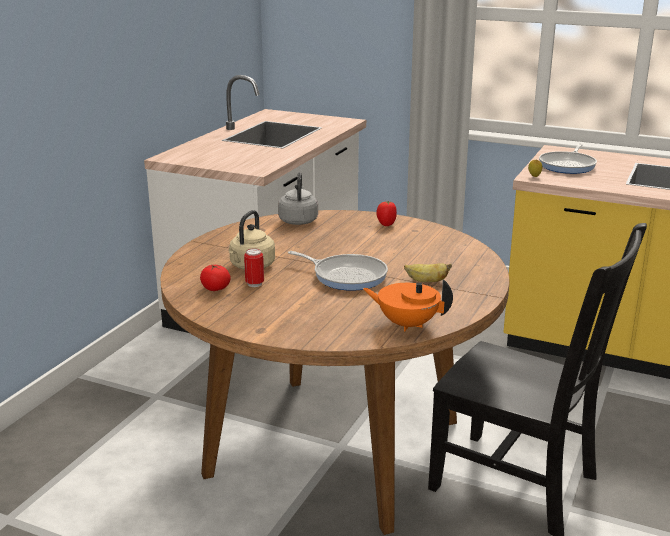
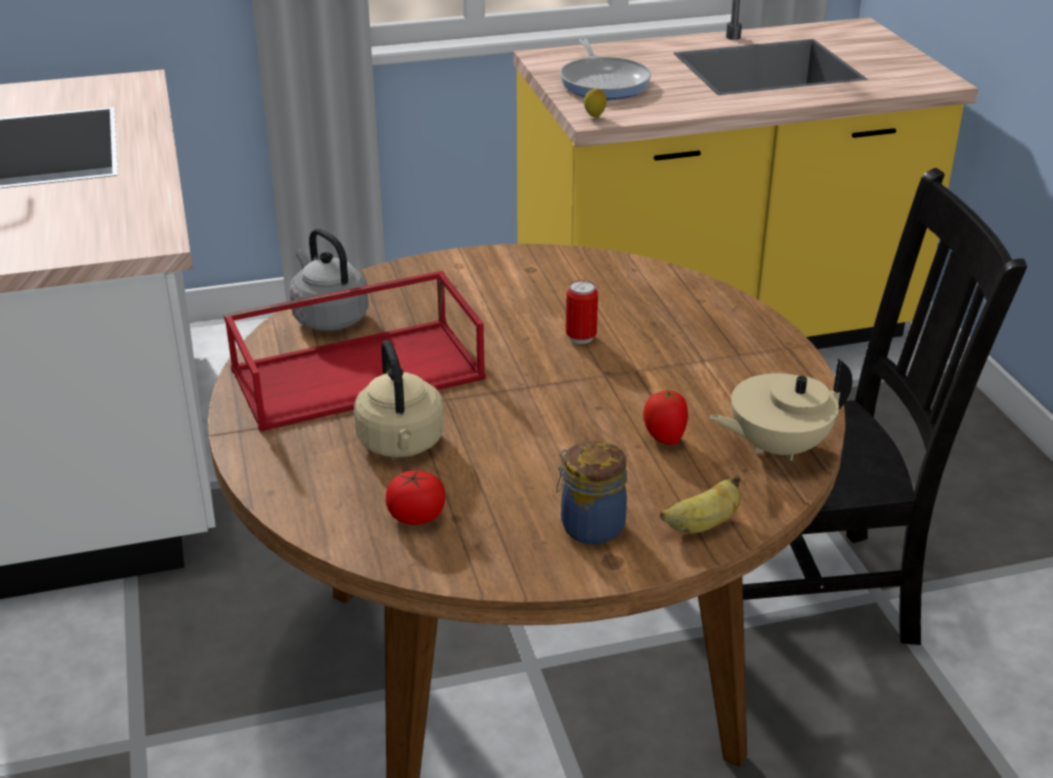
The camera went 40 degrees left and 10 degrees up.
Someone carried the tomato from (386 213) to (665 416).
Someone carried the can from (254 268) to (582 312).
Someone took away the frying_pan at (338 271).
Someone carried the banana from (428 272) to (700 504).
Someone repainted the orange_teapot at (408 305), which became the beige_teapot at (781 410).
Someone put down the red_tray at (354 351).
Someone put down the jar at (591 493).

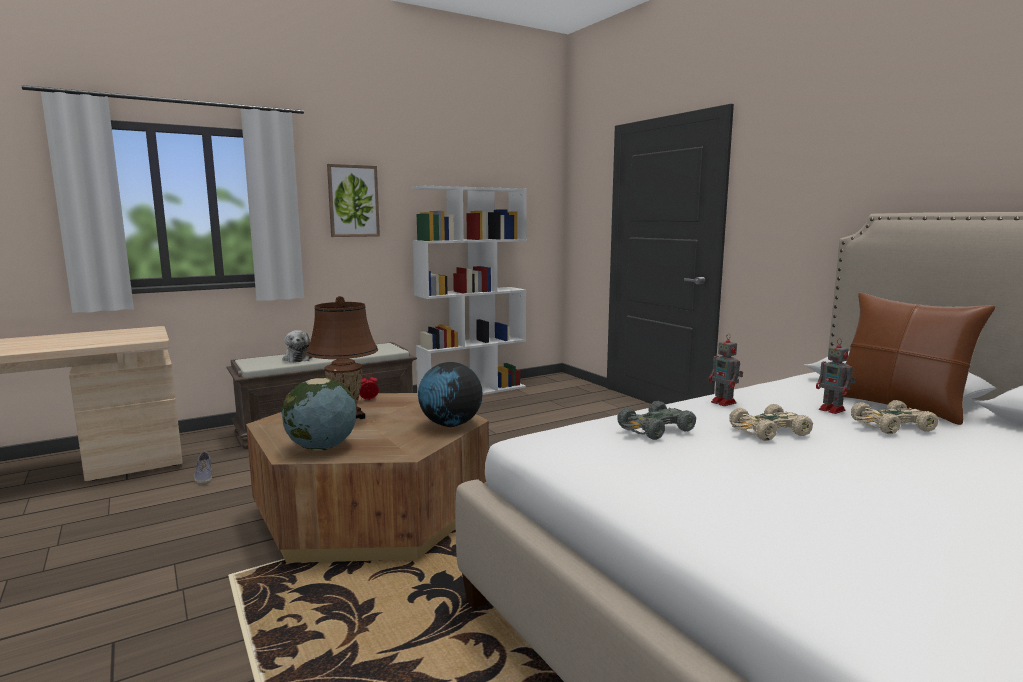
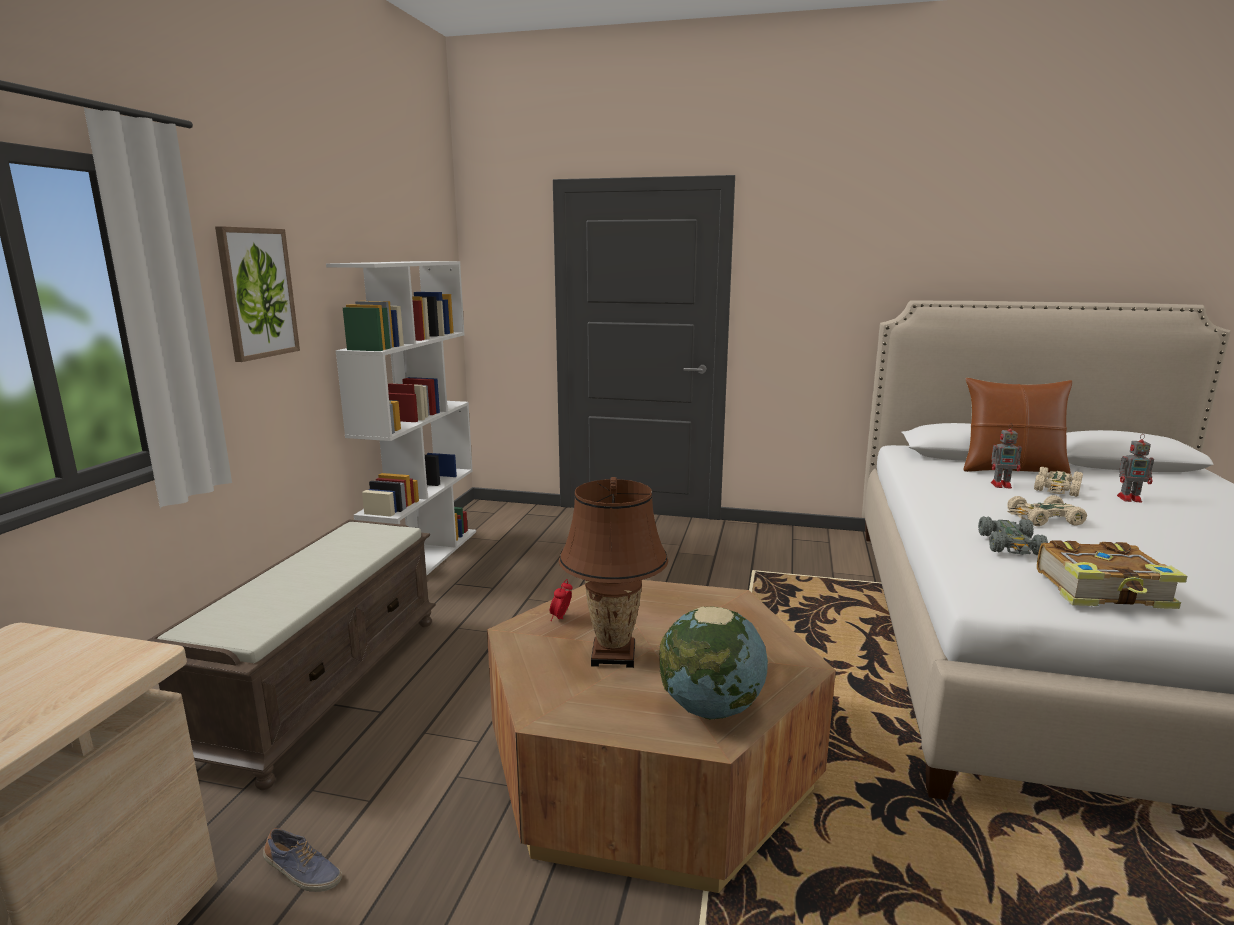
The camera went 45 degrees left and 5 degrees up.
Someone took away the plush_toy at (297 346).
Someone carried the toy_robot from (725 370) to (1135 468).
Someone took away the globe at (450 394).
Someone rotated the beige_toy_car at (771 422) by 60 degrees clockwise.
Someone put down the book at (1112 574).

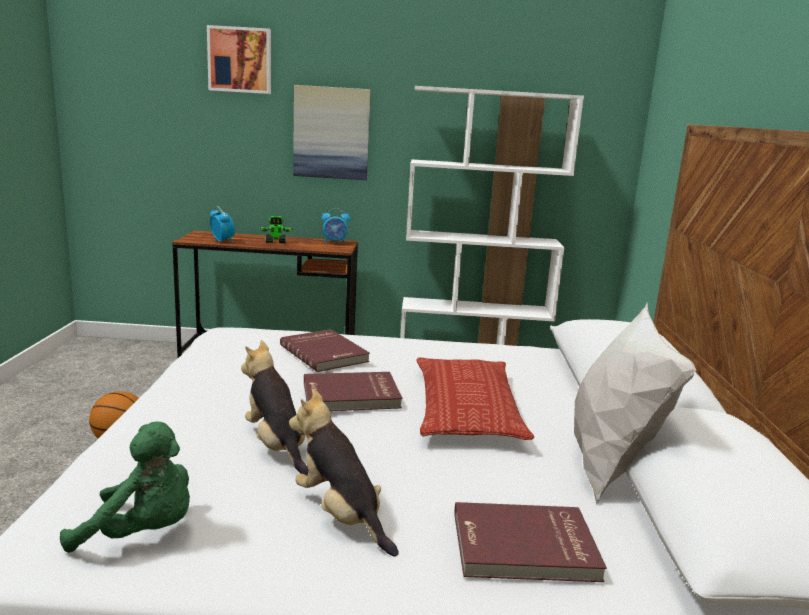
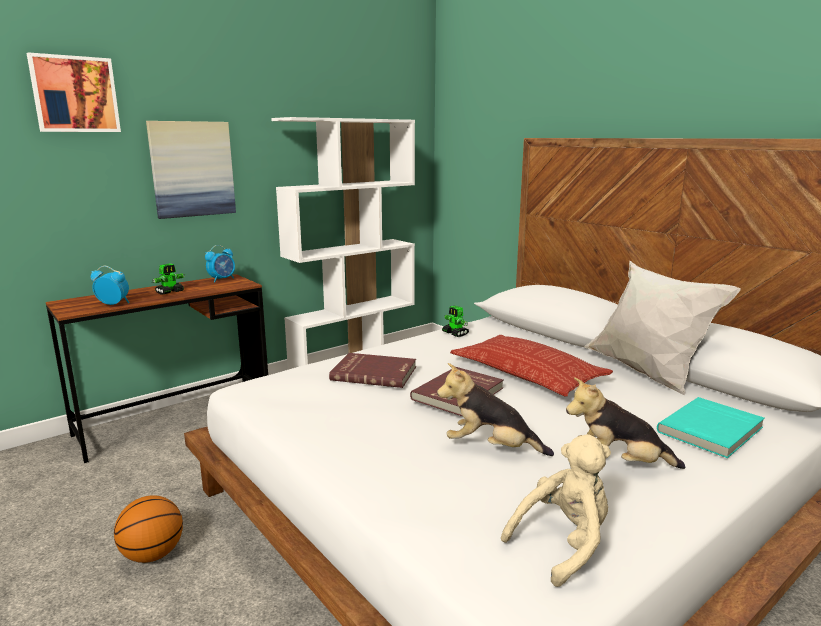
The camera went 40 degrees left and 0 degrees up.
Someone repainted the green_plush_toy at (125 487), which became the beige_plush_toy at (556 510).
Someone repainted the red_book at (530 542), which became the turquoise_book at (711 427).
Someone put down the toy_robot at (455 321).

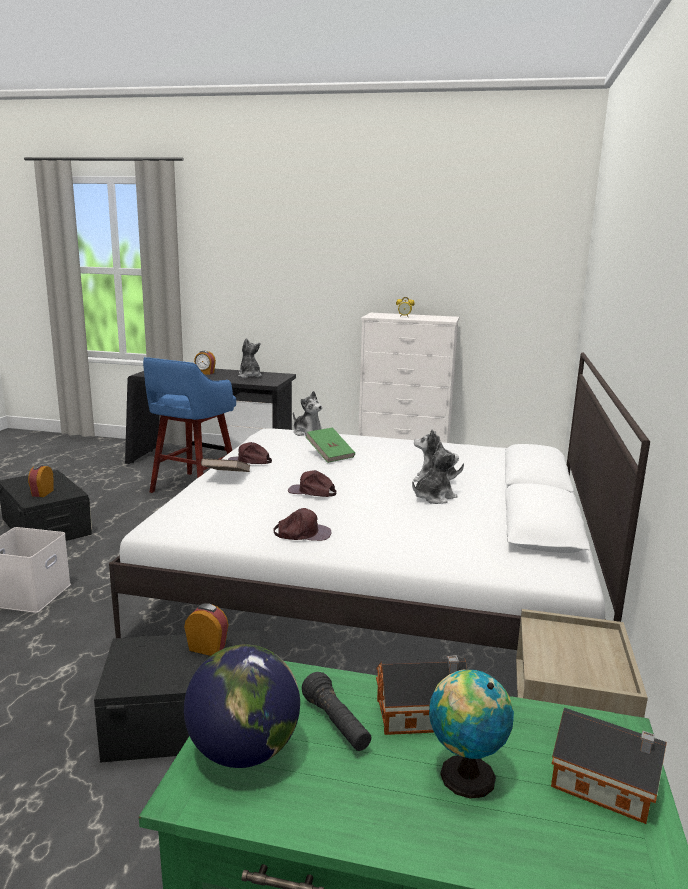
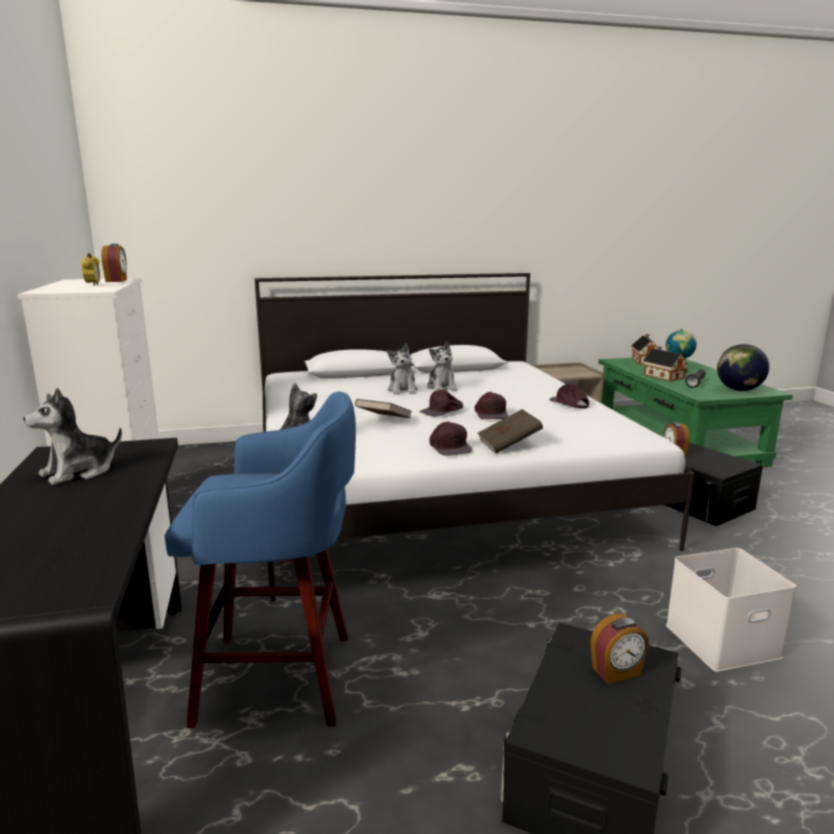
The camera went 115 degrees left and 0 degrees up.
Someone carried the alarm_clock from (205 363) to (114 263).
Someone repainted the green_book at (330 445), which became the brown_book at (383 408).
Someone rotated the plush_toy at (435 472) by 135 degrees counterclockwise.
Someone put down the brown_cap at (441 402).

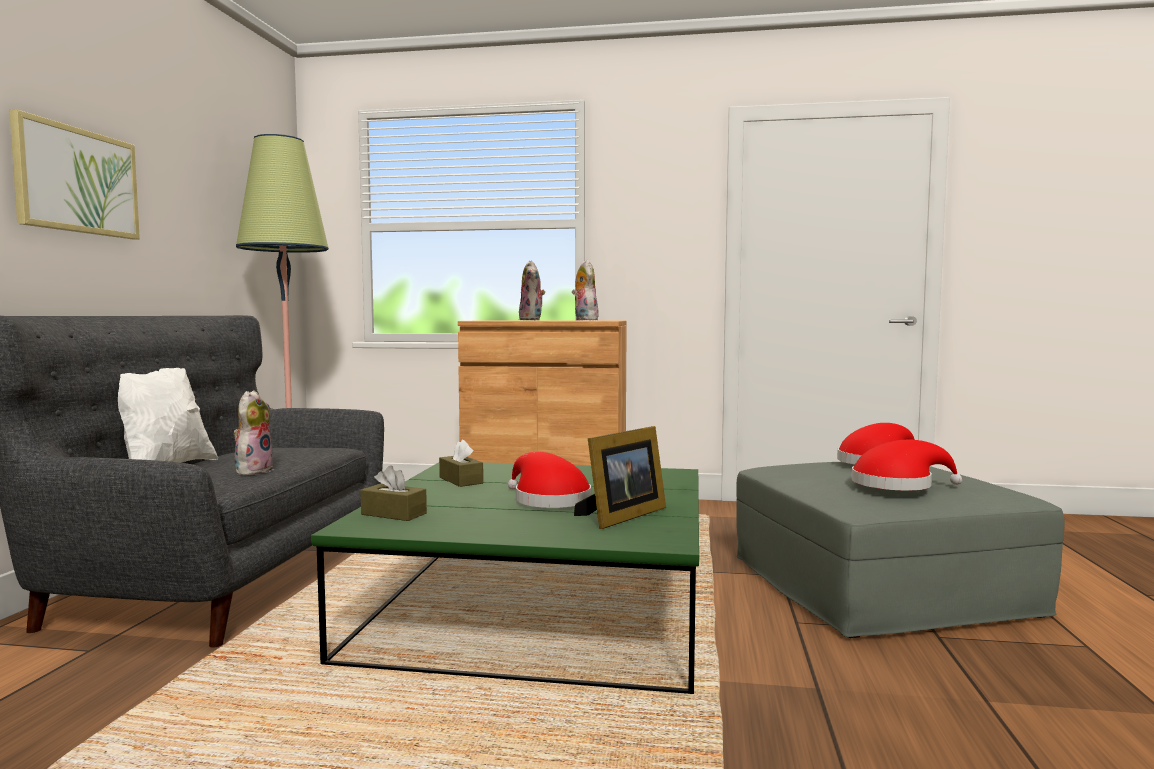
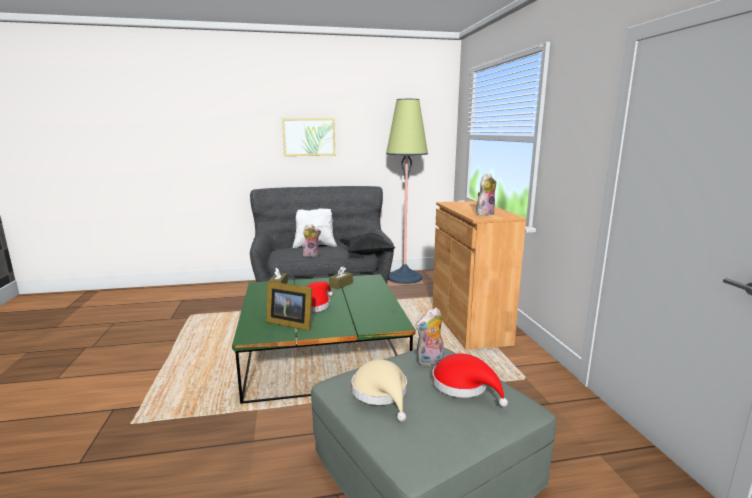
The camera went 70 degrees right and 10 degrees up.
Someone carried the plush_toy from (532 290) to (429 337).
Someone repainted the red_hat at (906 465), which became the beige_hat at (379 390).
Someone put down the black_pillow at (367 244).

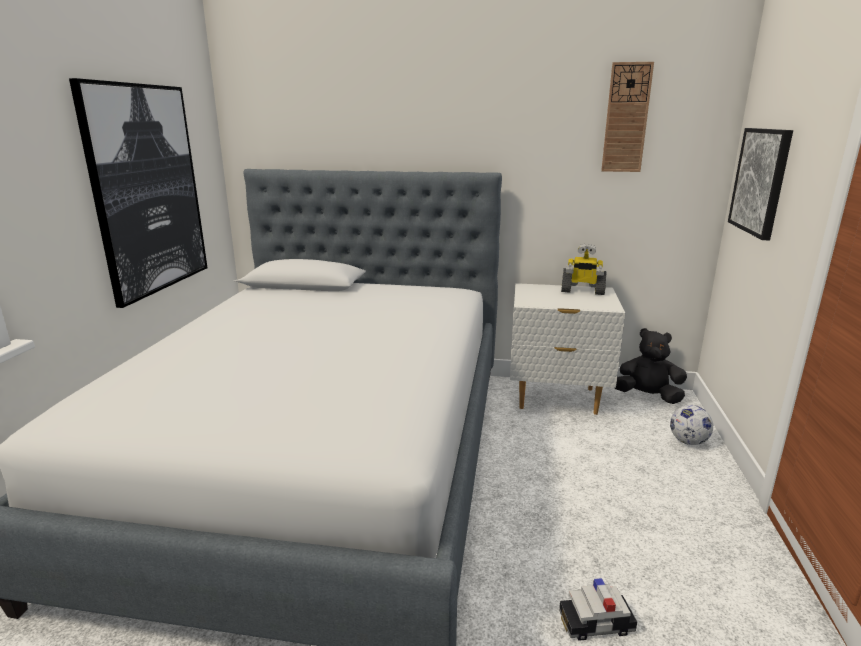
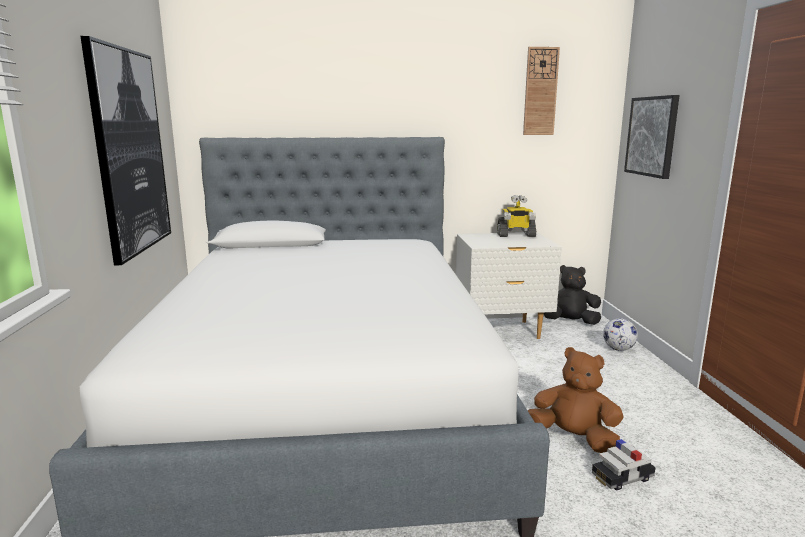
The camera went 15 degrees left and 5 degrees down.
Someone put down the brown_plush_toy at (575 400).

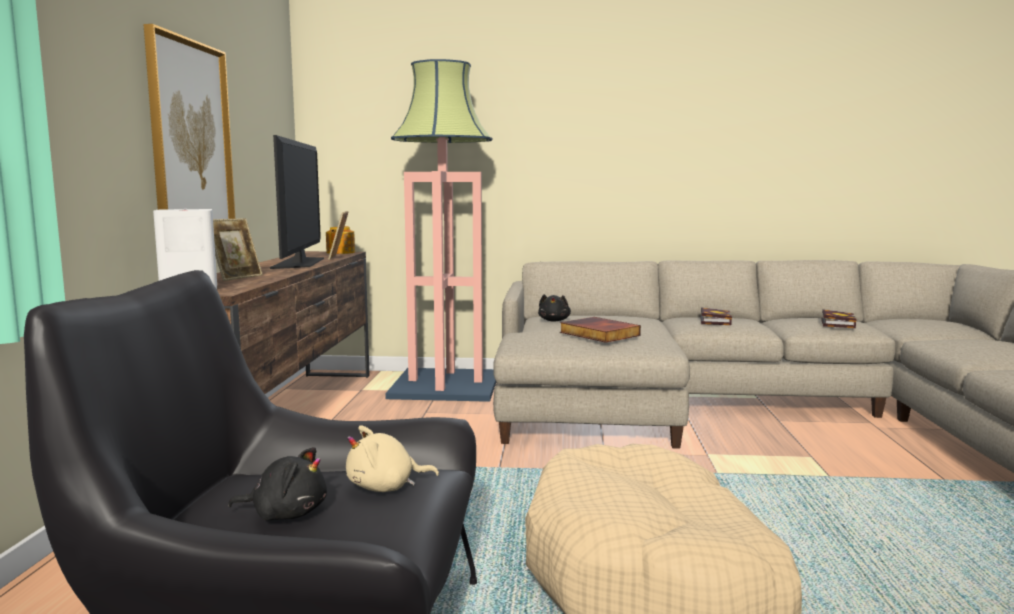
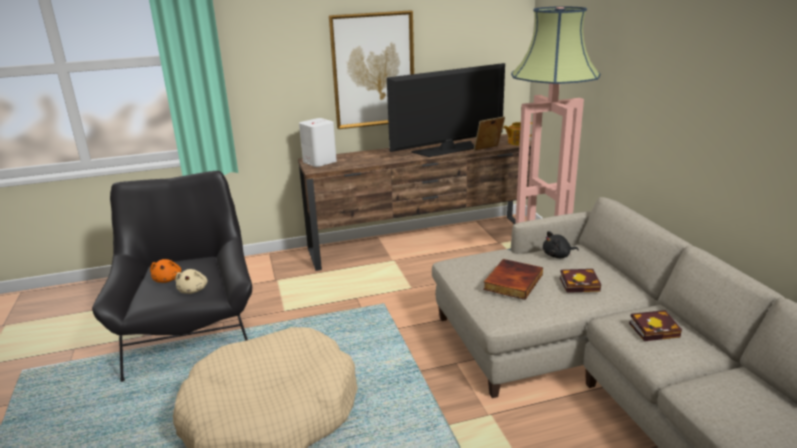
The camera went 70 degrees right and 15 degrees up.
Someone took away the picture_frame at (238 249).
Someone carried the book from (839 318) to (580 281).
Someone rotated the beige_plush_toy at (392 458) by 150 degrees counterclockwise.
Someone repainted the black_plush_toy at (277 483), which became the orange_plush_toy at (165 271).

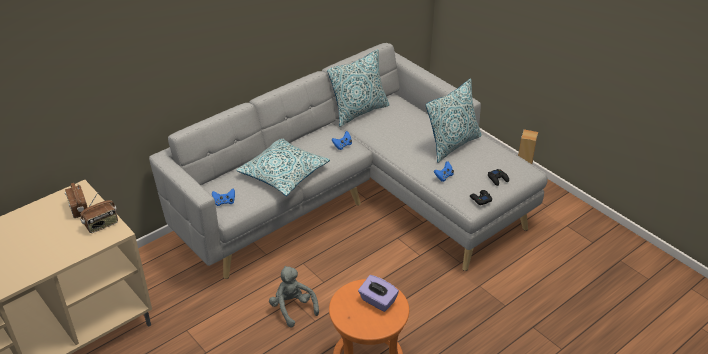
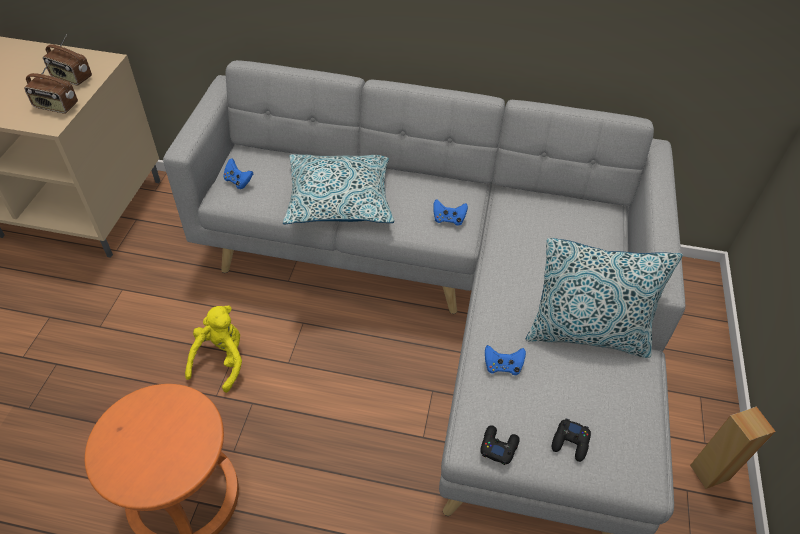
The camera went 50 degrees right and 10 degrees up.
Someone took away the pillow at (358 88).
Someone rotated the radio at (76 200) by 90 degrees counterclockwise.
Someone repainted the grey_plush_toy at (294 297), which became the yellow_plush_toy at (213 349).
Someone took away the purple_tissue_box at (378 293).

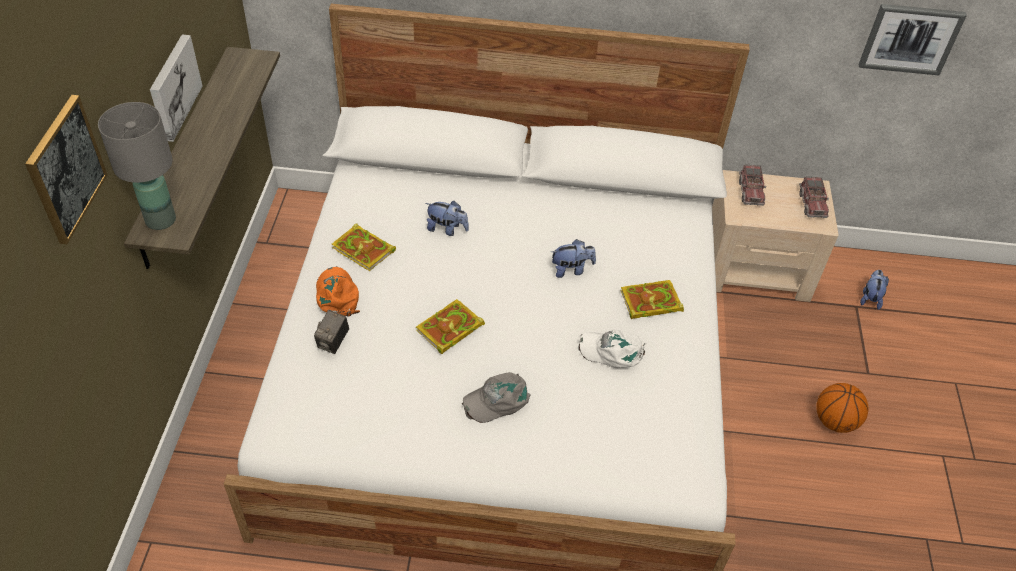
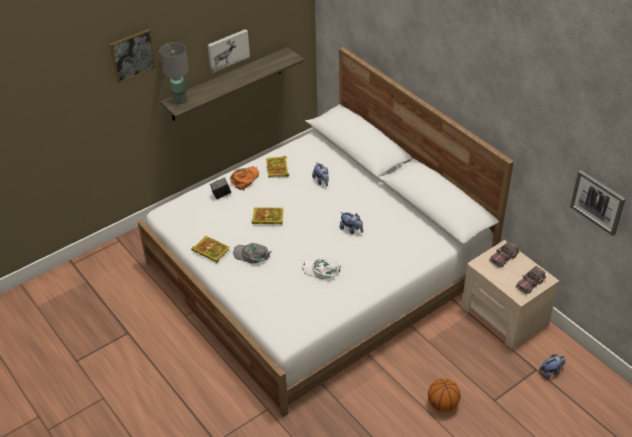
The camera went 50 degrees right and 5 degrees down.
Someone carried the book from (652 299) to (210 249).
Someone rotated the white_cap at (612 349) by 45 degrees counterclockwise.

